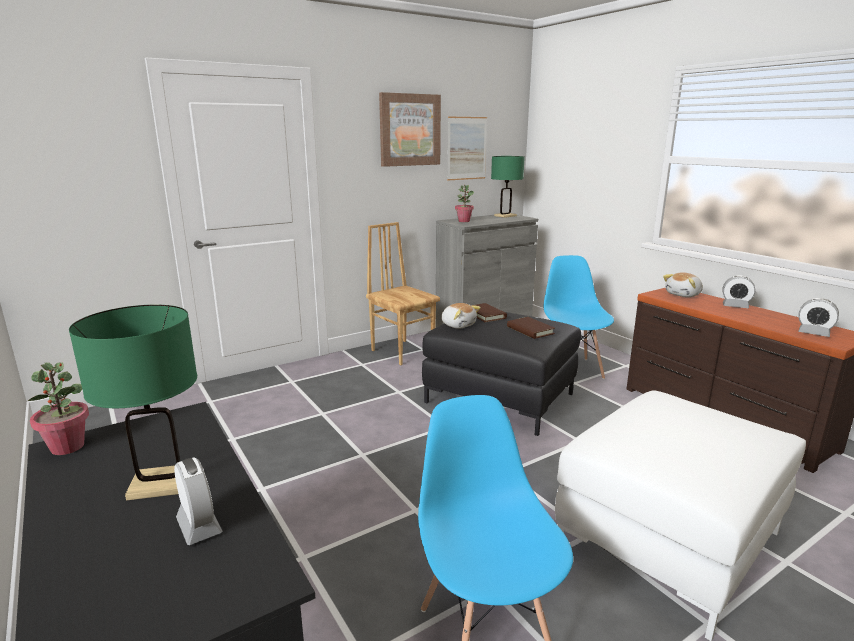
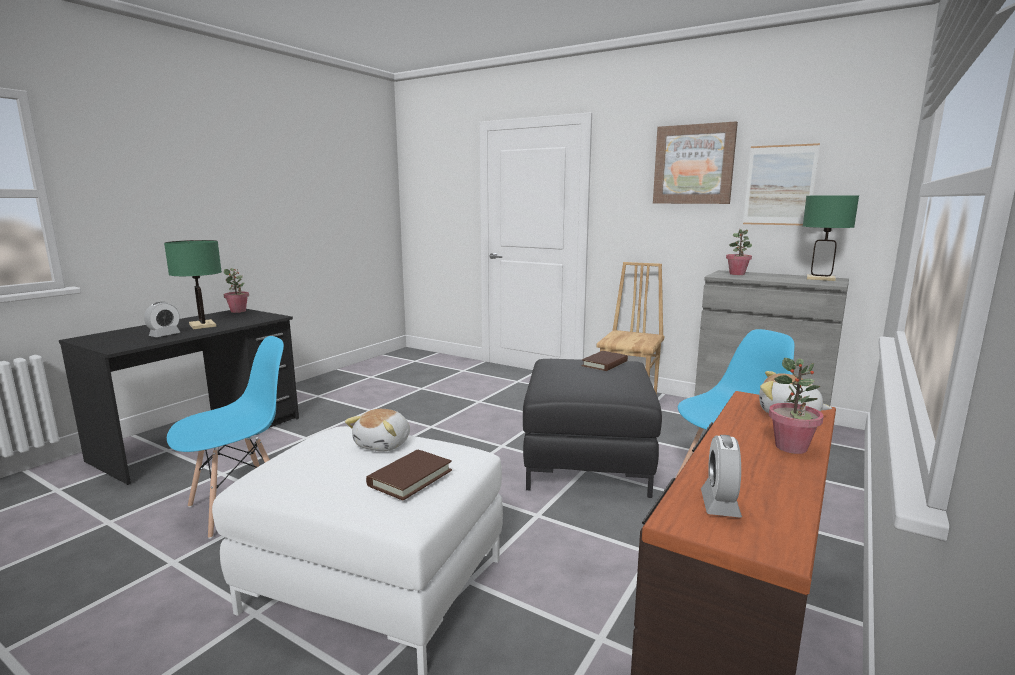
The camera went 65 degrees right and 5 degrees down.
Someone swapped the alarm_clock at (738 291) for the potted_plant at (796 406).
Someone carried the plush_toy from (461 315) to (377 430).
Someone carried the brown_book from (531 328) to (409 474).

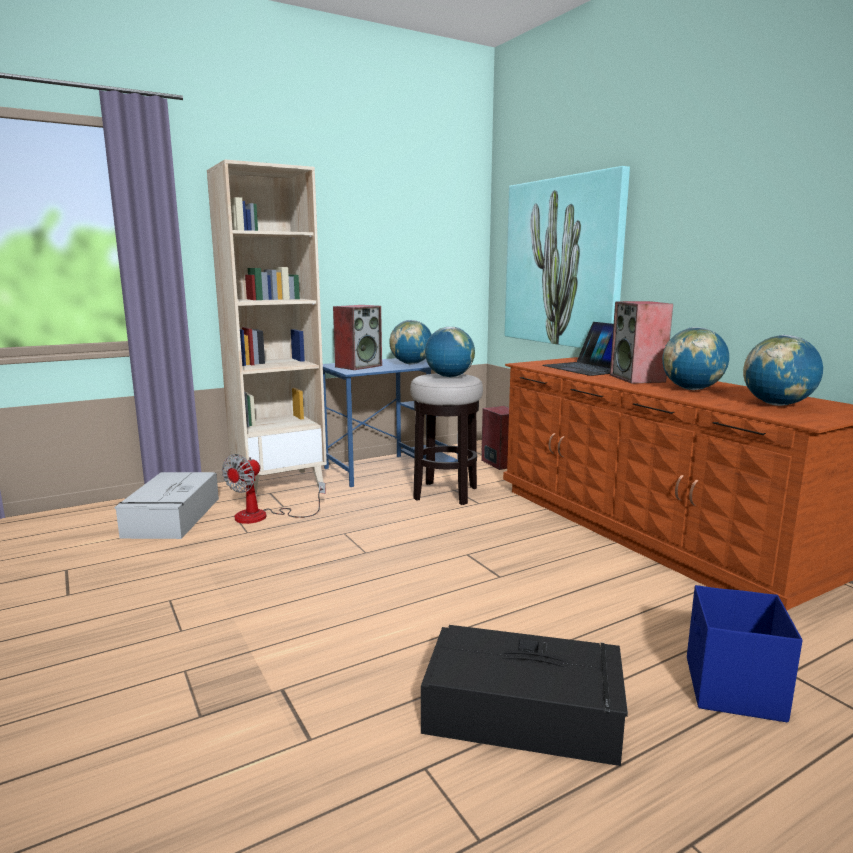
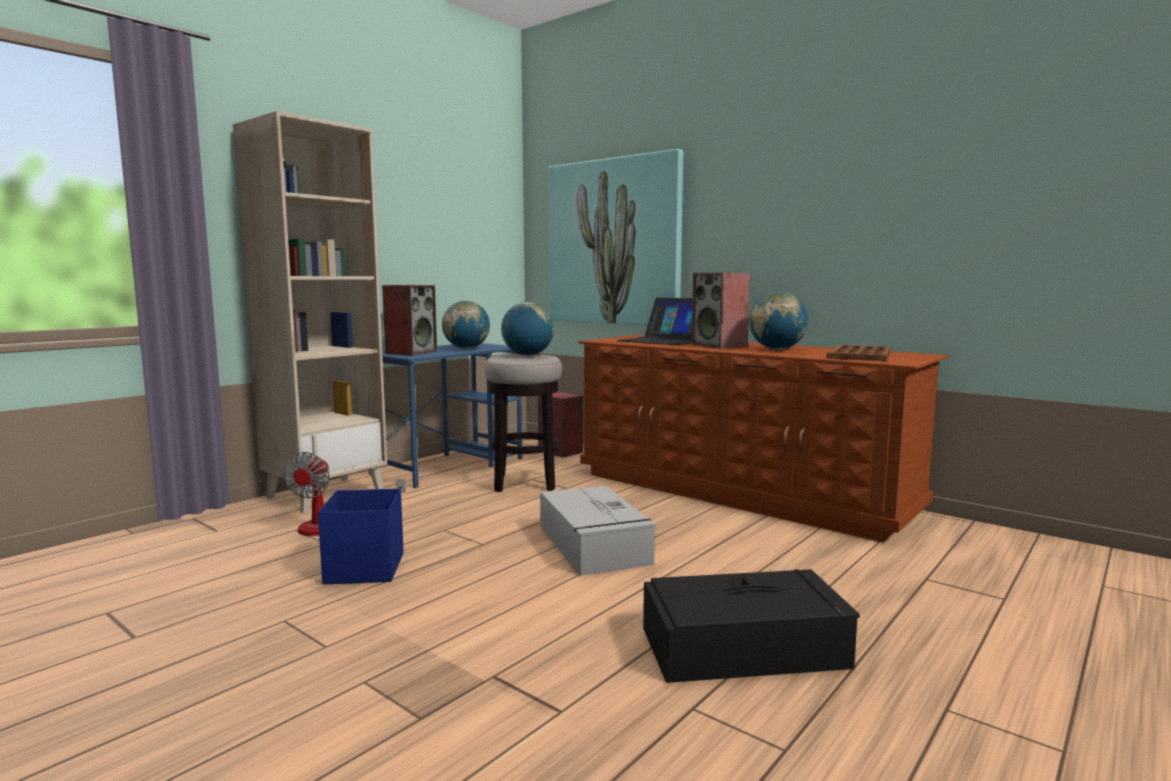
The camera went 20 degrees left and 5 degrees down.
Someone swapped the globe at (783 370) for the brown_tray at (859 353).
Someone carried the grey_storage_box from (167 505) to (598 531).
Someone carried the blue_storage_box from (745 653) to (361 536).

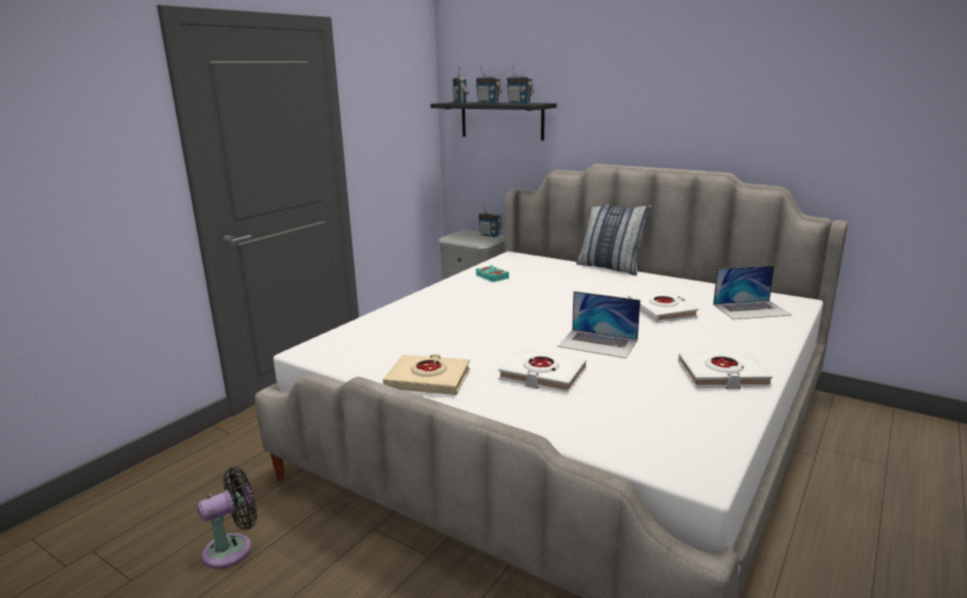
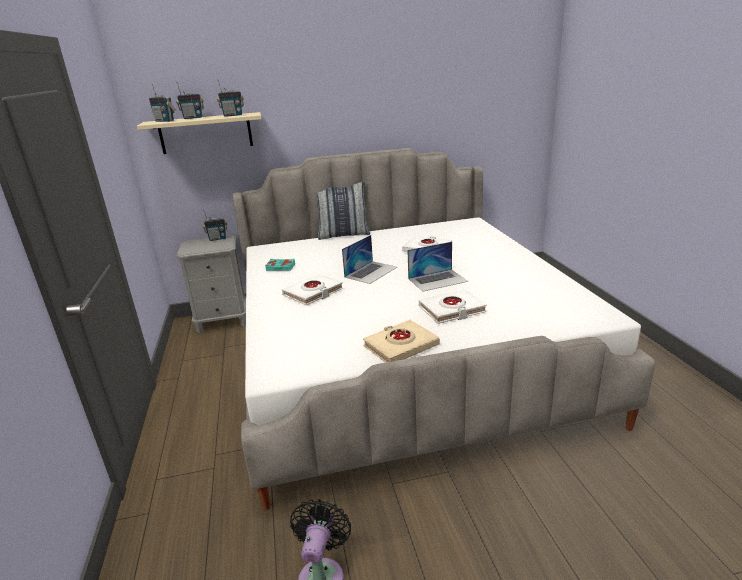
The camera went 45 degrees left and 5 degrees up.
Someone repainted the black_shelf at (493 121), which became the beige_shelf at (199 133).
Someone carried the laptop from (752 292) to (369 259).
Someone carried the white_book from (725 370) to (312 290).

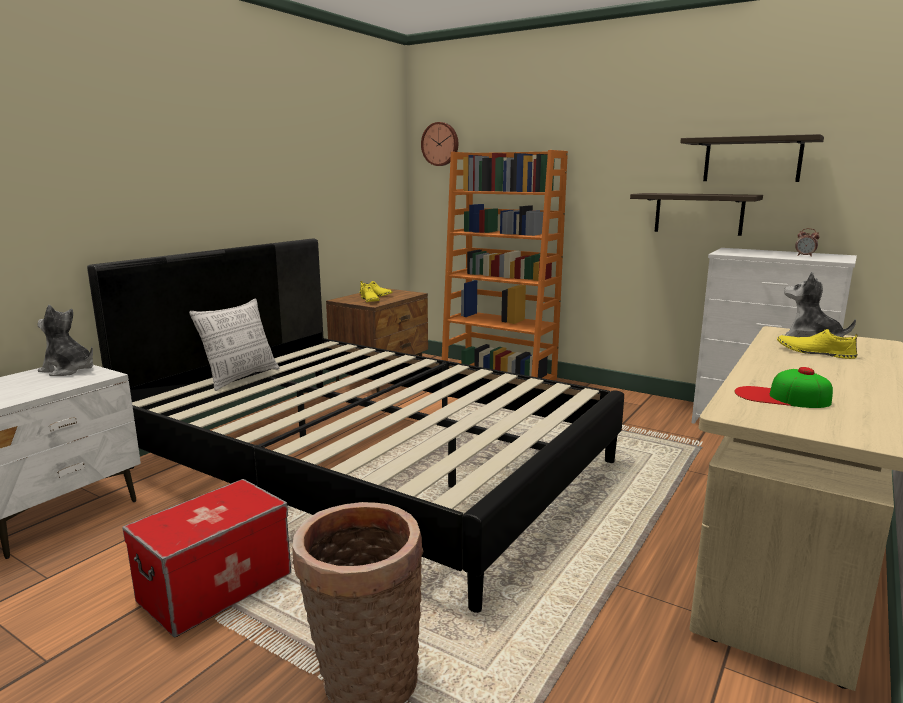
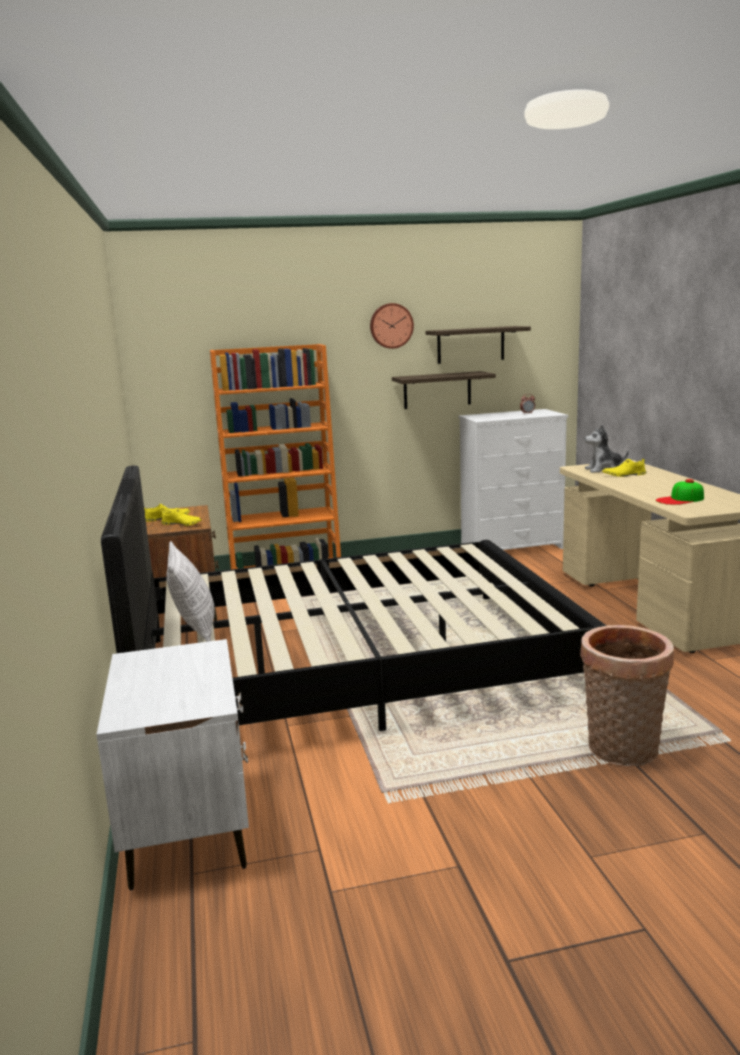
The camera went 45 degrees left and 0 degrees up.
Someone carried the wall_clock from (439 144) to (392 326).
Someone took away the plush_toy at (65 340).
Someone took away the storage_box at (206 558).

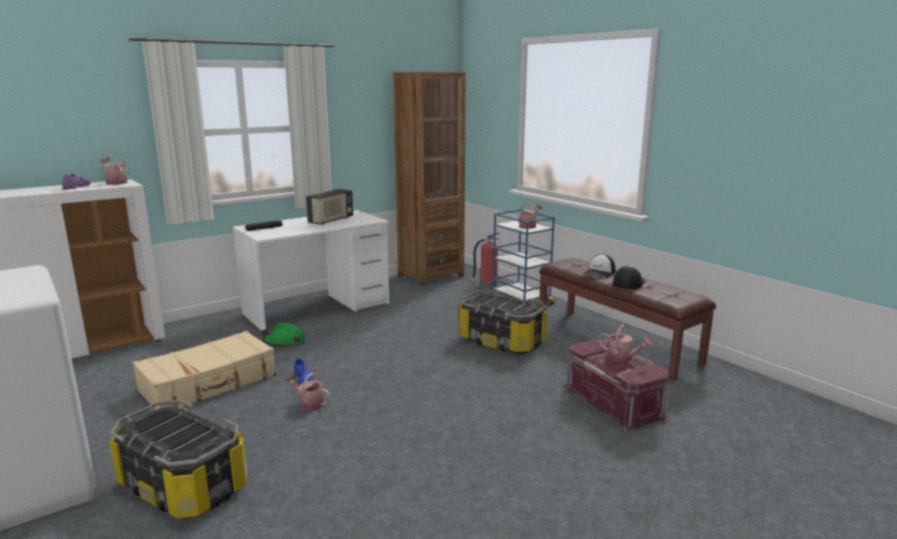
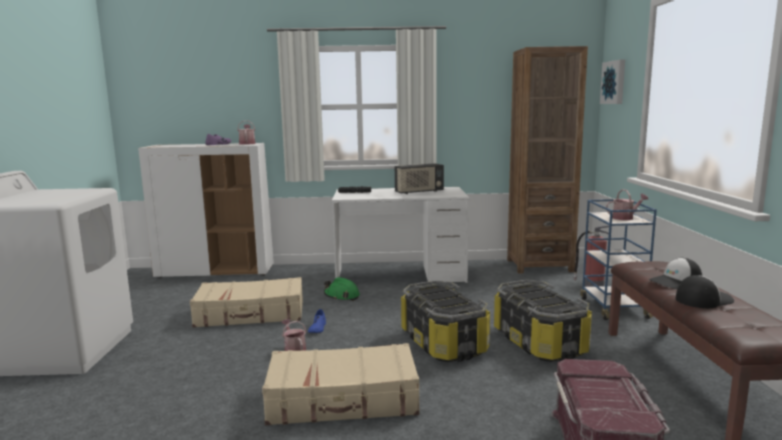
The camera went 35 degrees right and 5 degrees down.
Someone took away the watering_can at (625 343).
Someone carried the storage_box from (178 459) to (445 321).
Someone put up the picture at (612 81).
Someone put down the beige_suitcase at (341 384).

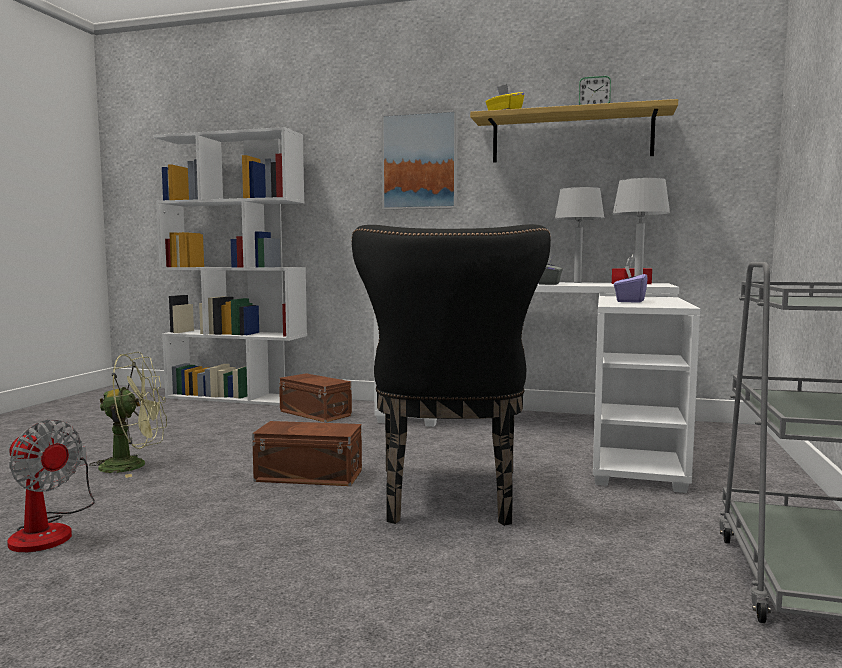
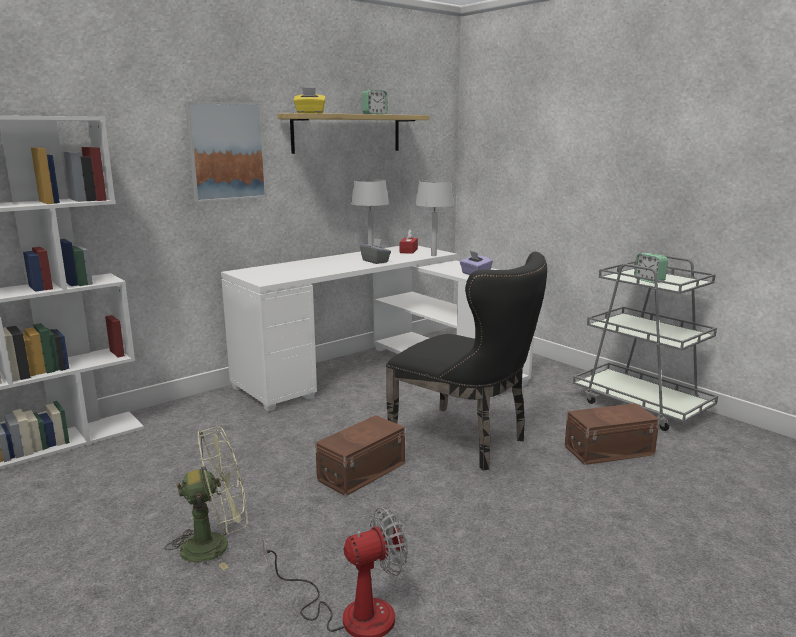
The camera went 55 degrees left and 10 degrees up.
Someone rotated the green_fan at (128 415) by 45 degrees clockwise.
Someone carried the brown_storage_box from (315 397) to (612 434).
Someone put down the alarm_clock at (651 268).

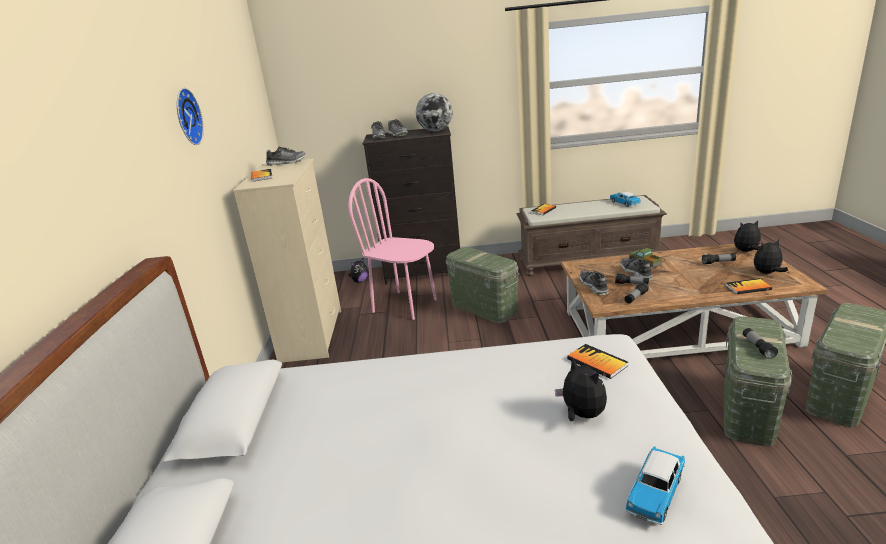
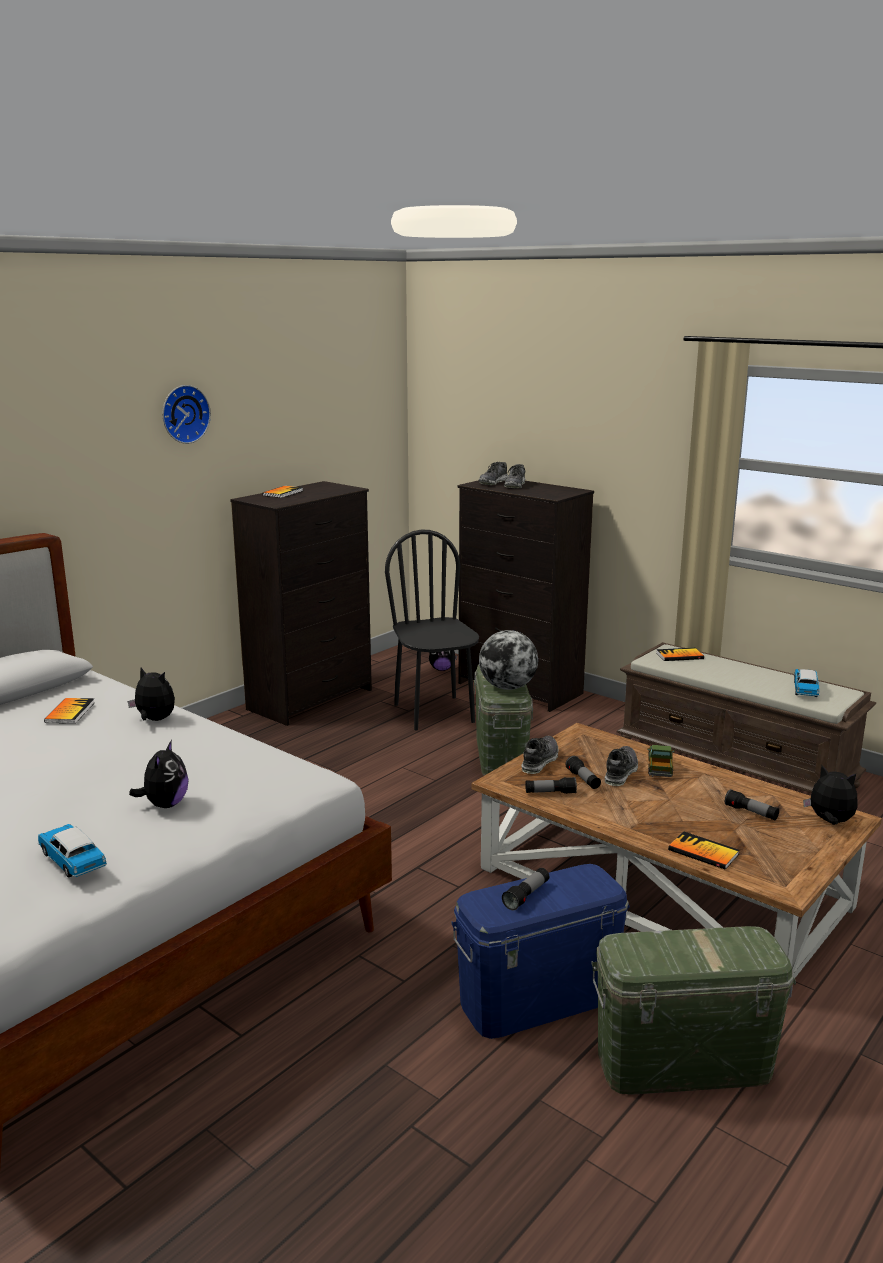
The camera went 40 degrees right and 5 degrees down.
Someone carried the globe from (434 112) to (508 660).
Someone took away the shoe at (286 156).
Someone repainted the beige_dresser at (287 261), which became the black_dresser at (301 603).
Someone repainted the pink_chair at (392 249), which became the black_chair at (432 630).
Someone carried the plush_toy from (771 256) to (151 694).
Someone repainted the green_storage_box at (758 381), which became the blue_storage_box at (540 951).
Someone carried the book from (597 361) to (69 711).
Someone rotated the toy_car at (655 485) by 60 degrees clockwise.

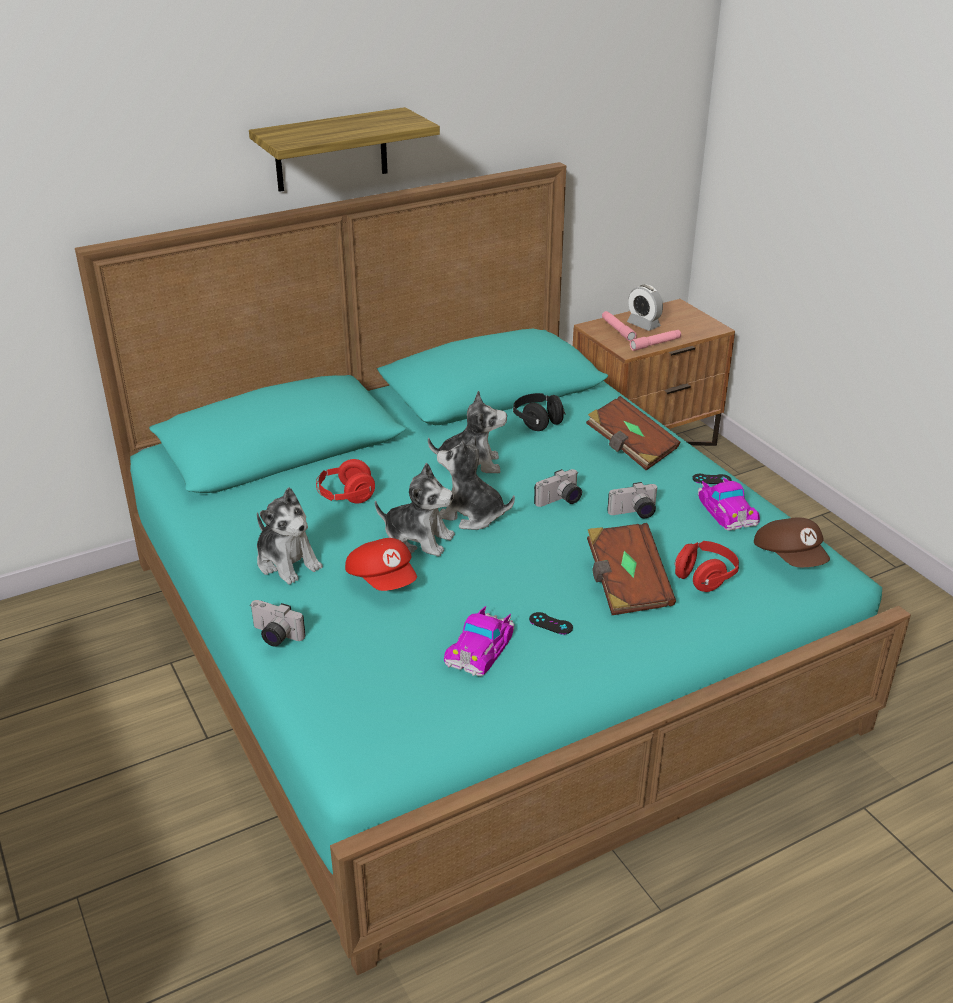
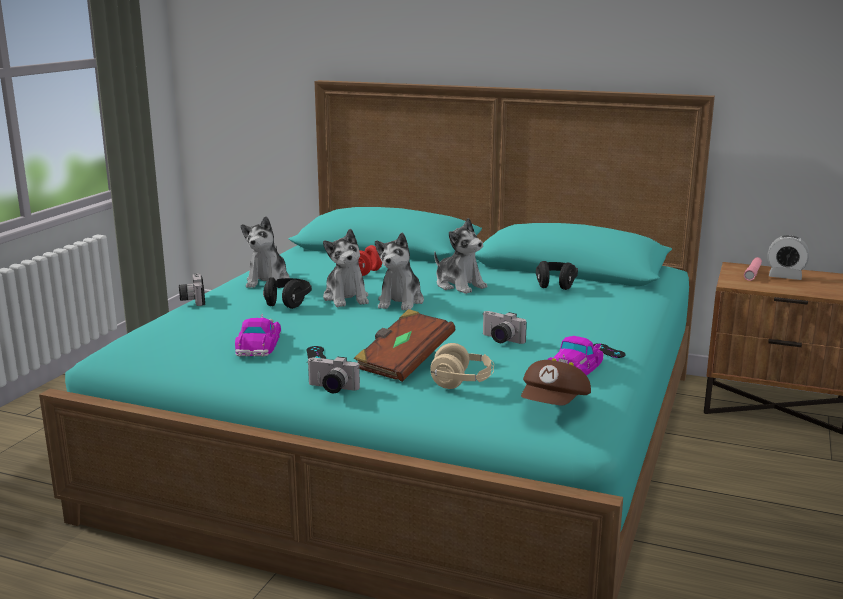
The camera went 50 degrees right and 15 degrees down.
Someone took away the shelf at (344 149).
Someone rotated the alarm_clock at (645 308) by 75 degrees counterclockwise.
Someone took away the pink_flashlight at (655 340).
Someone took away the brown_book at (633 433).
Someone rotated the plush_toy at (476 483) by 150 degrees counterclockwise.
Someone carried the photo_camera from (558 488) to (333 374).
Someone swapped the red_cap at (381 564) for the black_headphones at (287 293).
Someone repainted the red_headphones at (707 566), which became the beige_headphones at (462 366).
Someone rotated the toy_car at (479 641) by 105 degrees clockwise.

